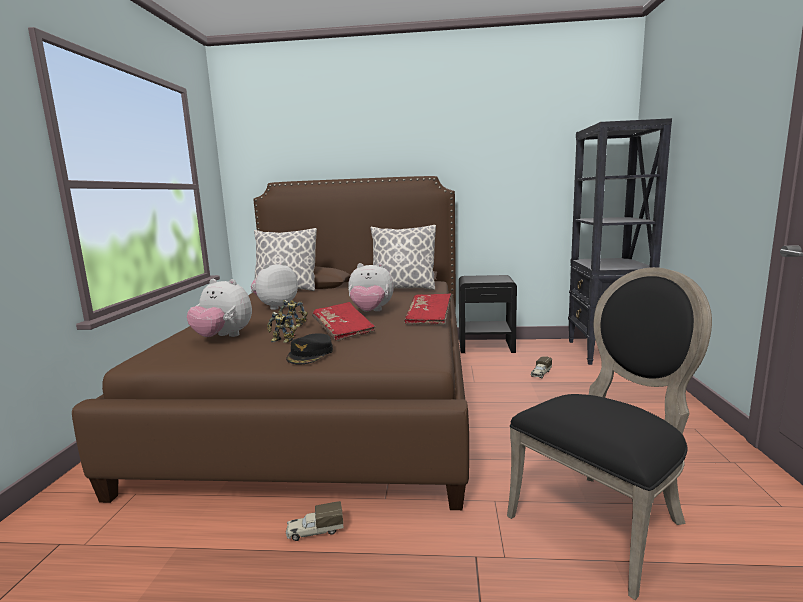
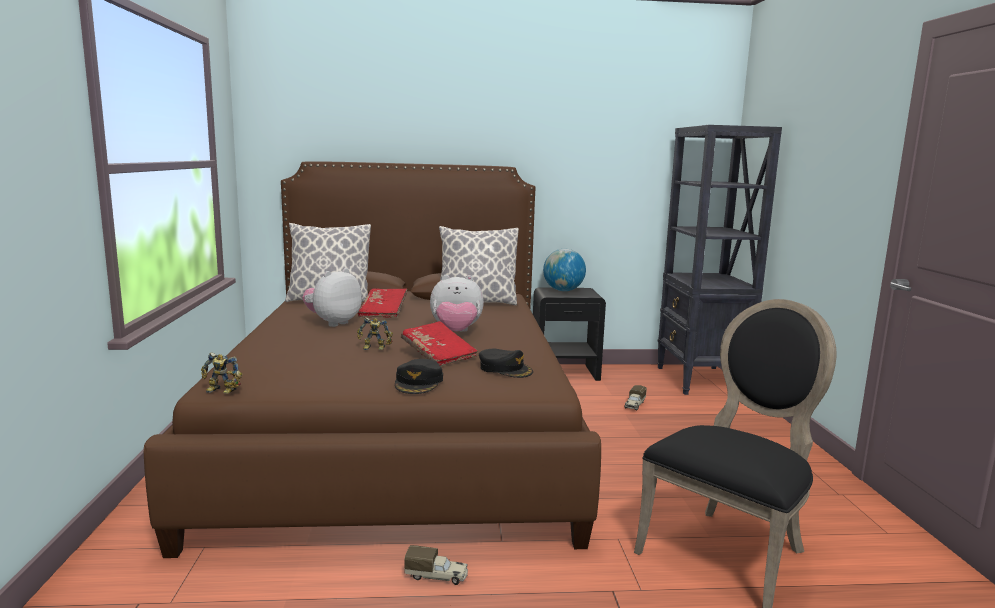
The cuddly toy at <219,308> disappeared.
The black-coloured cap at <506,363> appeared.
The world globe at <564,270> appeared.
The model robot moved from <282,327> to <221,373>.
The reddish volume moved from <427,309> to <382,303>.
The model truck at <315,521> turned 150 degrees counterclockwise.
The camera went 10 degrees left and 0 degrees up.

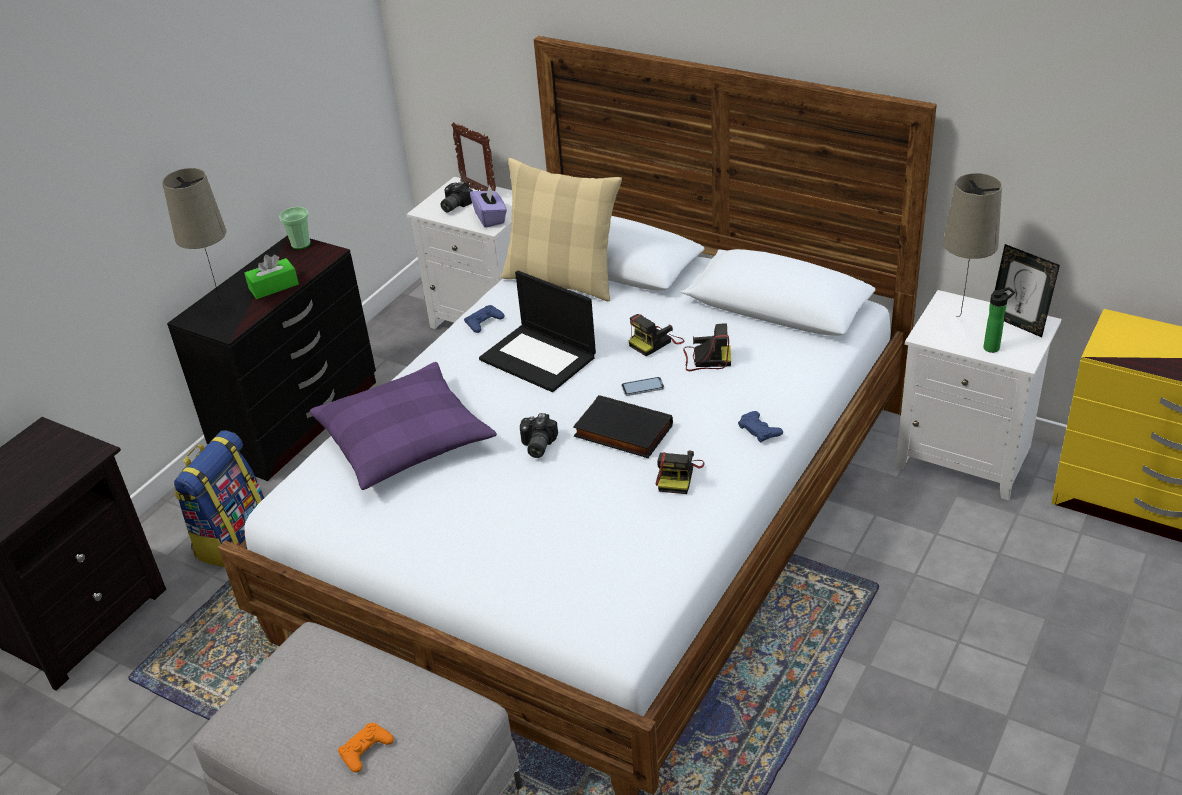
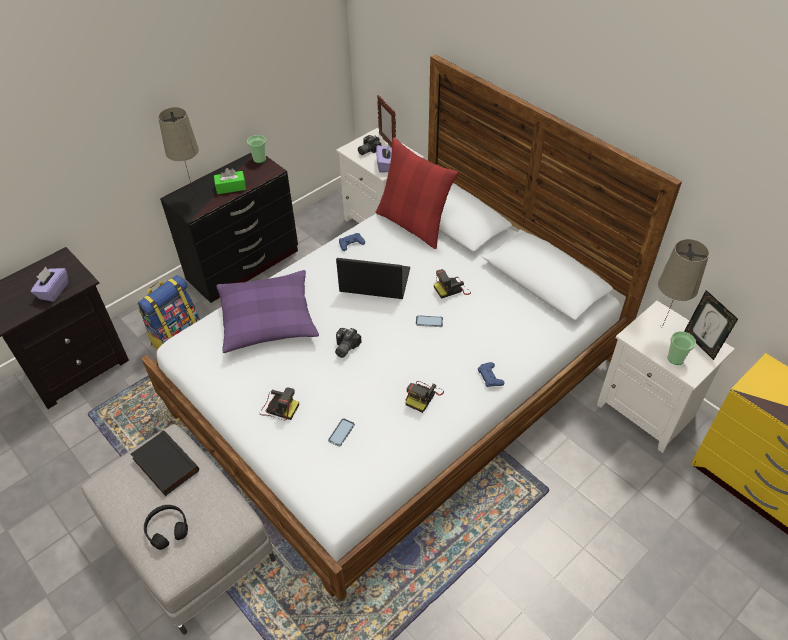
The purple-coloured box of tissues at <49,284> appeared.
The handset at <341,432> appeared.
The black-coloured volume moved from <623,426> to <165,463>.
The still camera moved from <707,347> to <279,403>.
The orangey gamepad at <366,748> was replaced by the black-coloured headphones at <166,527>.
The bottle at <999,320> was replaced by the drinking cup at <682,348>.
The sand-coloured throw pillow at <561,229> became the reddish throw pillow at <417,193>.
The portable computer at <537,331> turned 135 degrees clockwise.
The camera went 15 degrees right and 10 degrees up.

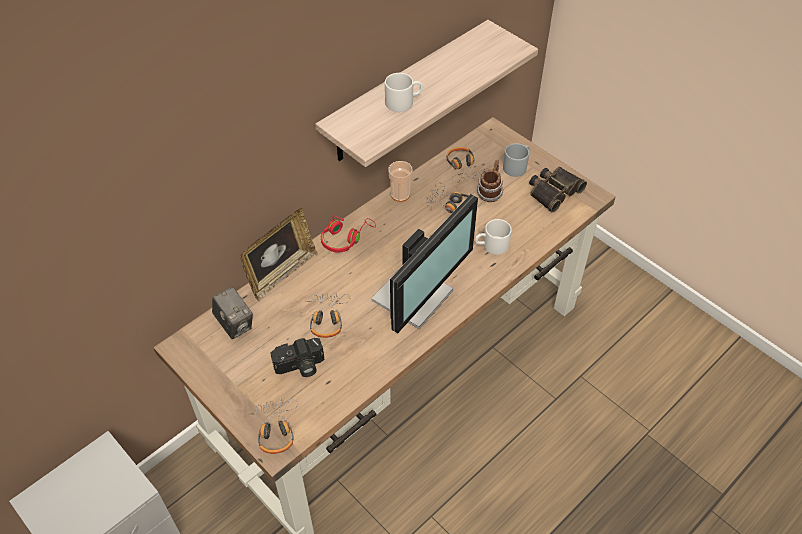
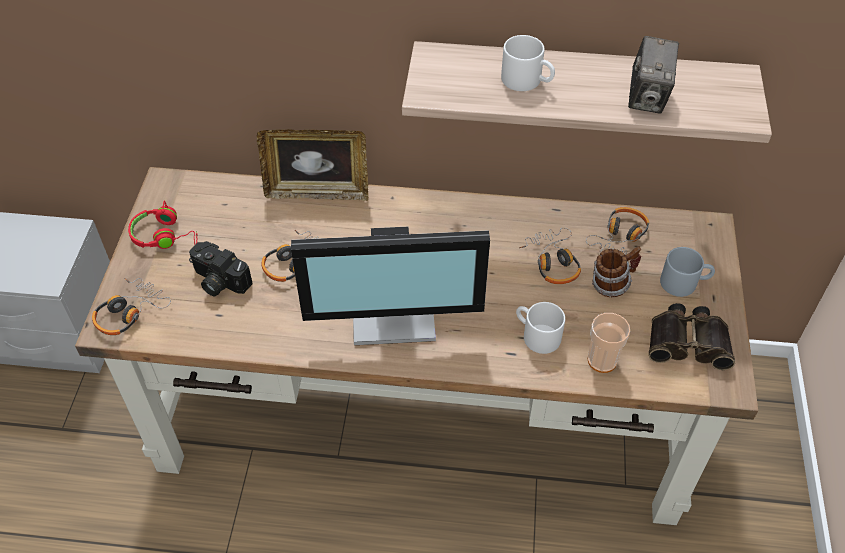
The still camera moved from <232,313> to <653,74>.
The reddish headphones moved from <348,234> to <163,224>.
The drinking cup moved from <400,181> to <609,343>.
The camera went 50 degrees right and 0 degrees up.

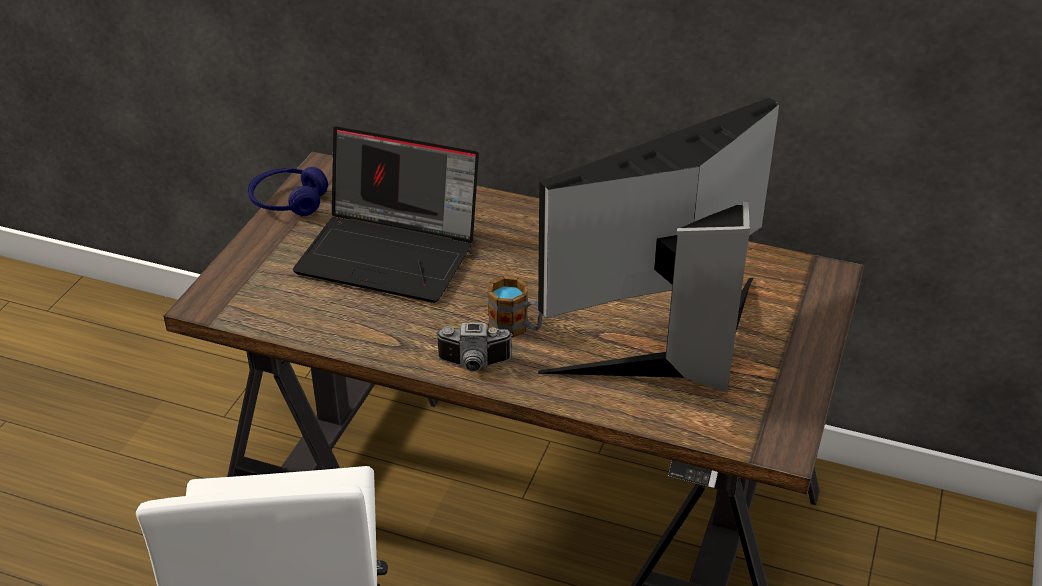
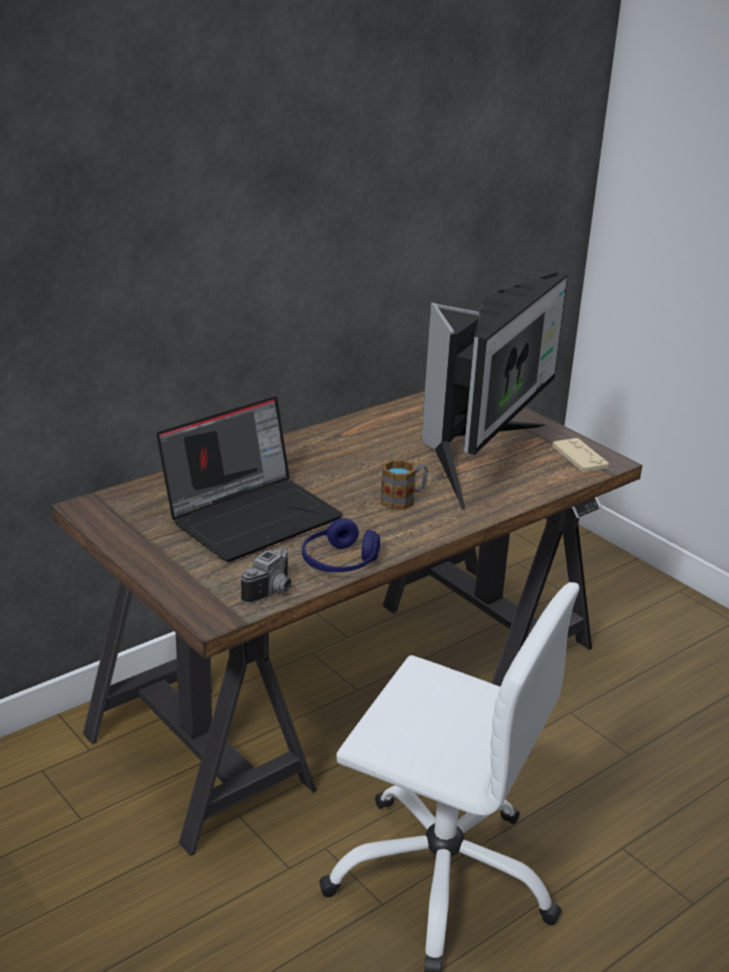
The sand-coloured gamepad at <580,455> appeared.
The bluish headphones moved from <288,191> to <341,545>.
The still camera moved from <474,347> to <266,575>.
The monitor at <658,245> turned 150 degrees counterclockwise.
The camera went 60 degrees left and 10 degrees down.

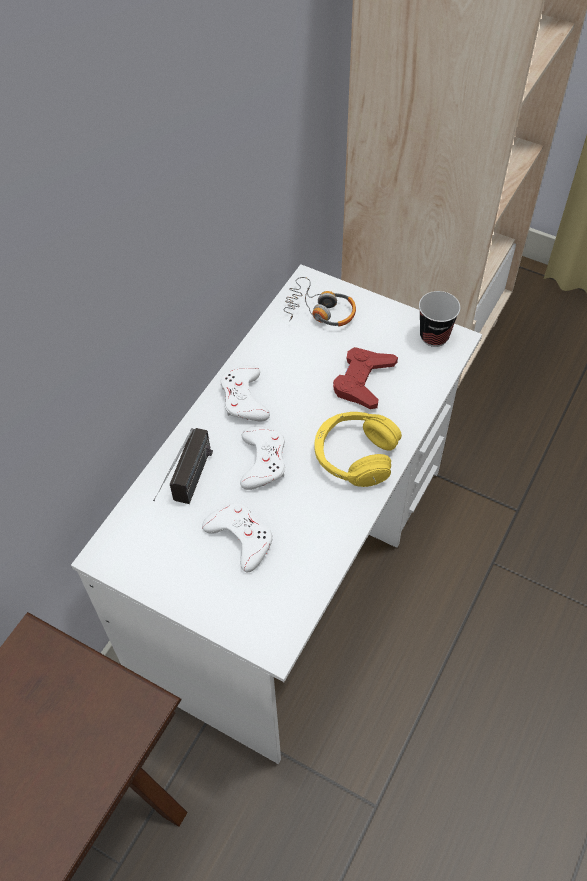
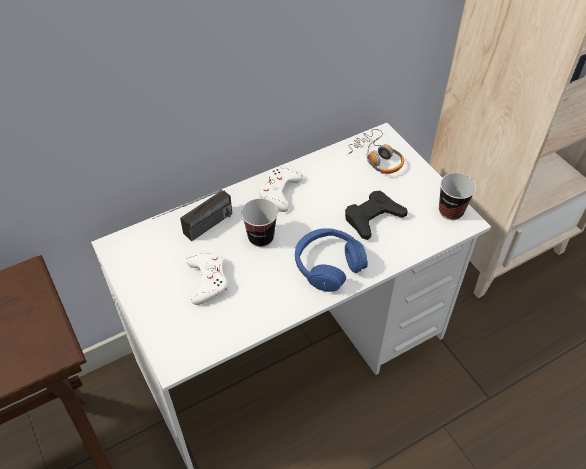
The white-coloured gamepad at <262,458> was replaced by the drinking cup at <259,222>.
The yellow-coloured headphones at <358,449> became the bluish headphones at <331,260>.
The reddish gamepad at <365,378> became the black-coloured gamepad at <376,215>.
The camera went 30 degrees right and 5 degrees down.

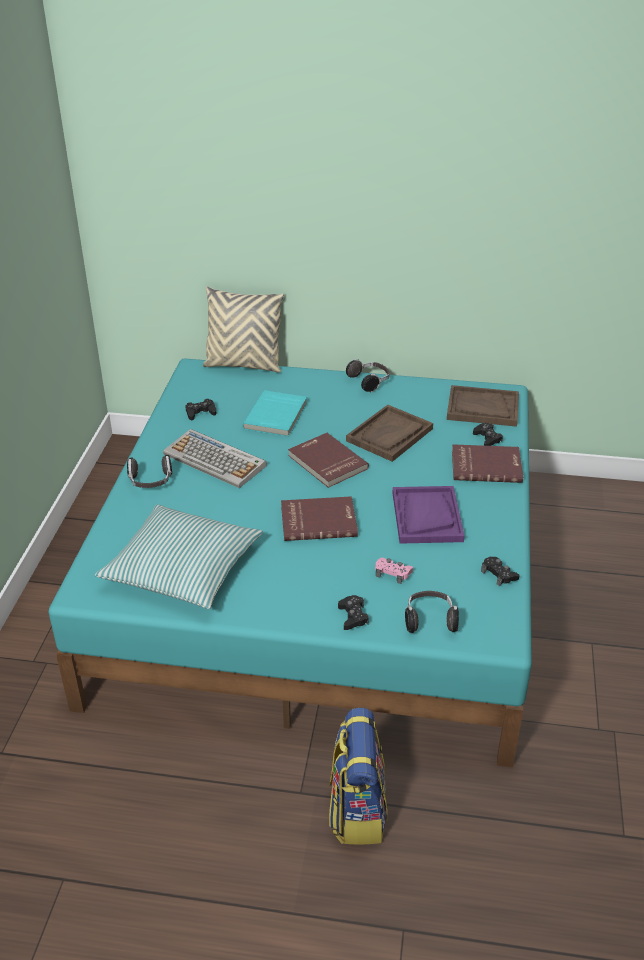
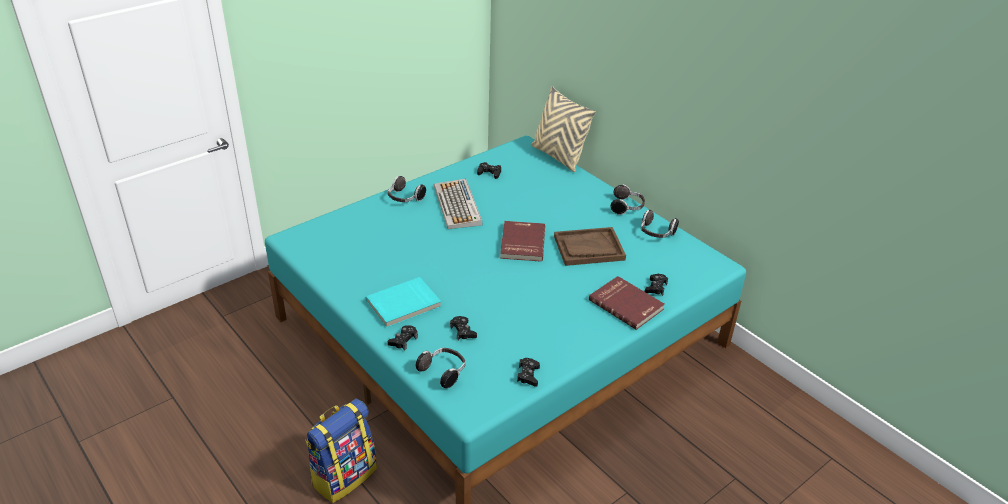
The throw pillow at <179,557> disappeared.
The reddish volume at <319,518> disappeared.
The purple-coloured tray at <429,515> disappeared.
The brown-coloured tray at <483,406> disappeared.
The headphones at <660,224> appeared.
The turquoise-coloured volume moved from <274,413> to <403,302>.
The pink gamepad at <394,571> became the black-coloured gamepad at <463,328>.
The camera went 40 degrees right and 0 degrees up.

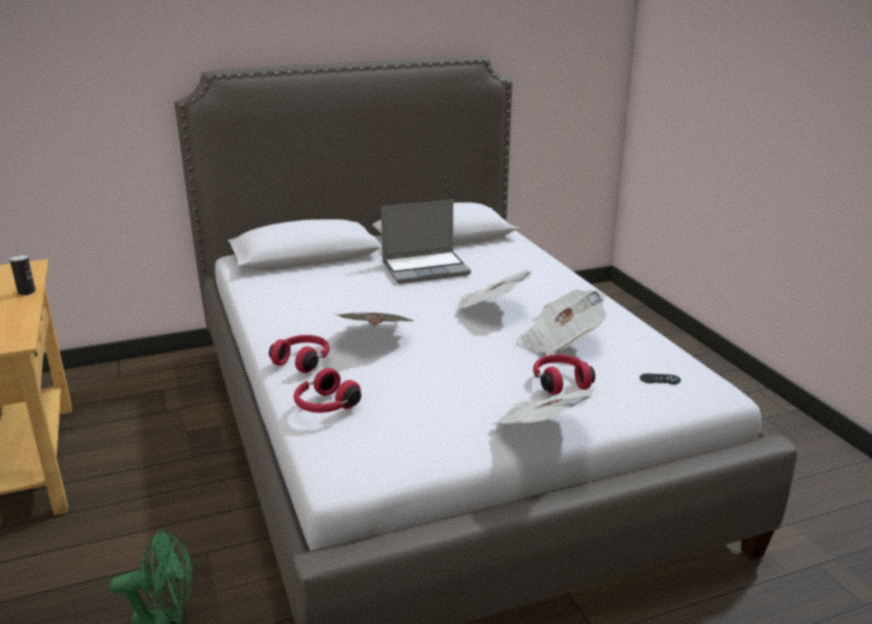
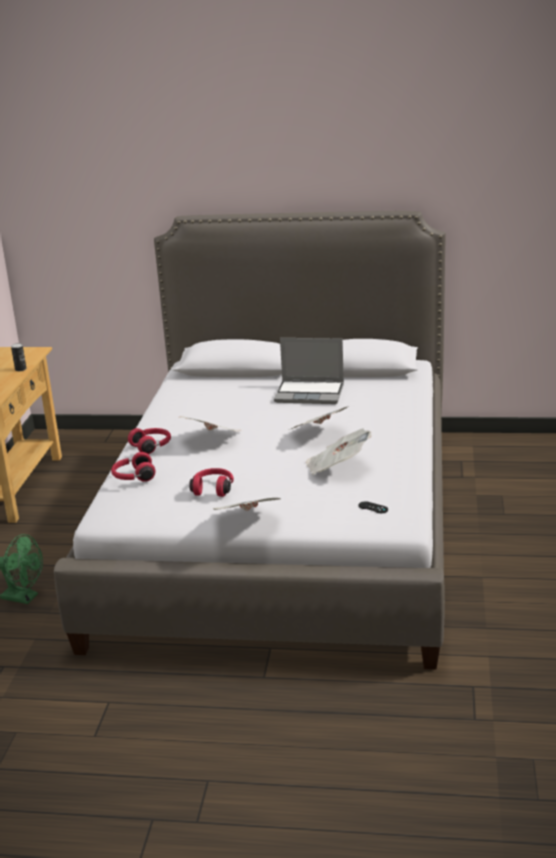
The reddish headphones moved from <564,375> to <211,482>.
The camera went 30 degrees right and 0 degrees up.

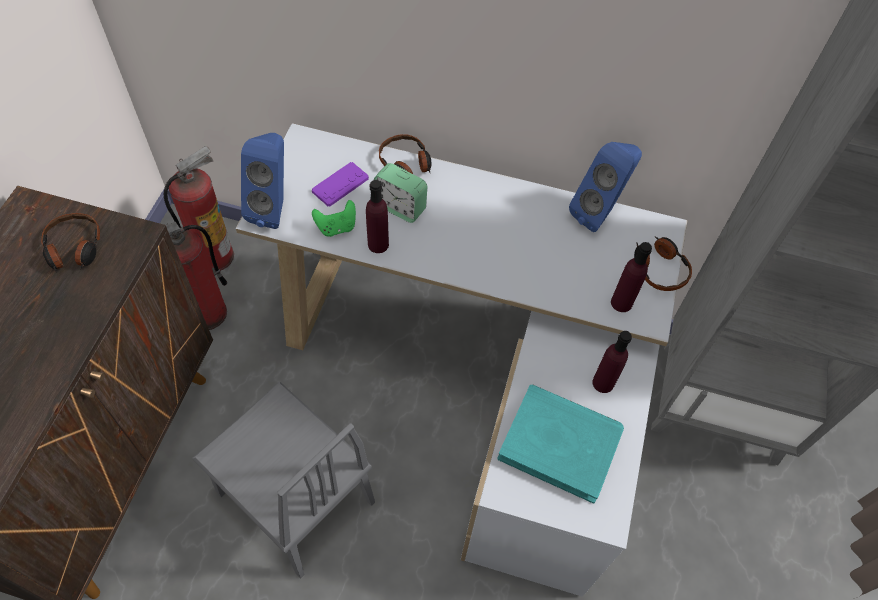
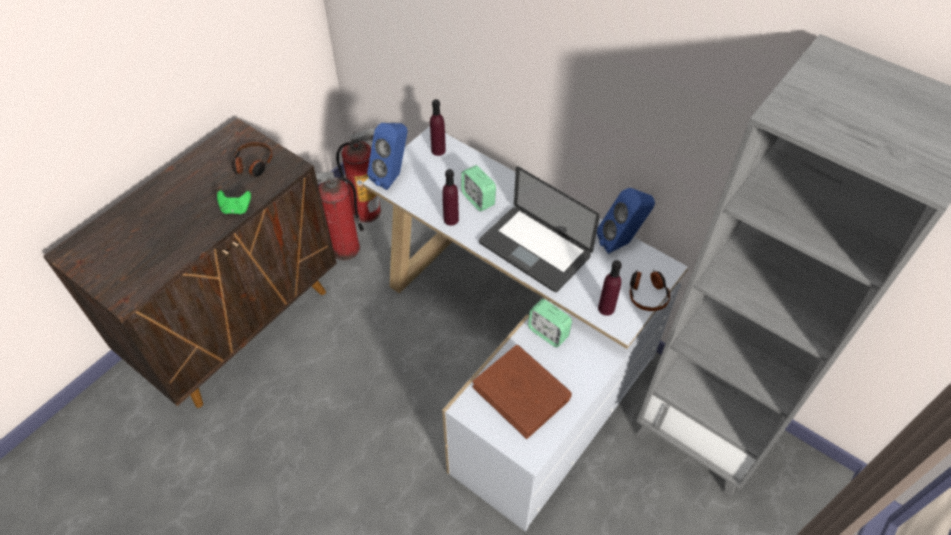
The gray chair at <283,480> disappeared.
The purple-coloured gamepad at <340,184> disappeared.
The headphones at <405,154> disappeared.
The portable computer at <539,229> appeared.
The table clock at <550,323> appeared.
The greenish gamepad moved from <334,218> to <234,202>.
The purple-coloured bottle moved from <612,362> to <438,127>.
The turquoise-coloured volume at <560,443> became the brown-coloured volume at <522,392>.
The camera went 25 degrees right and 5 degrees down.

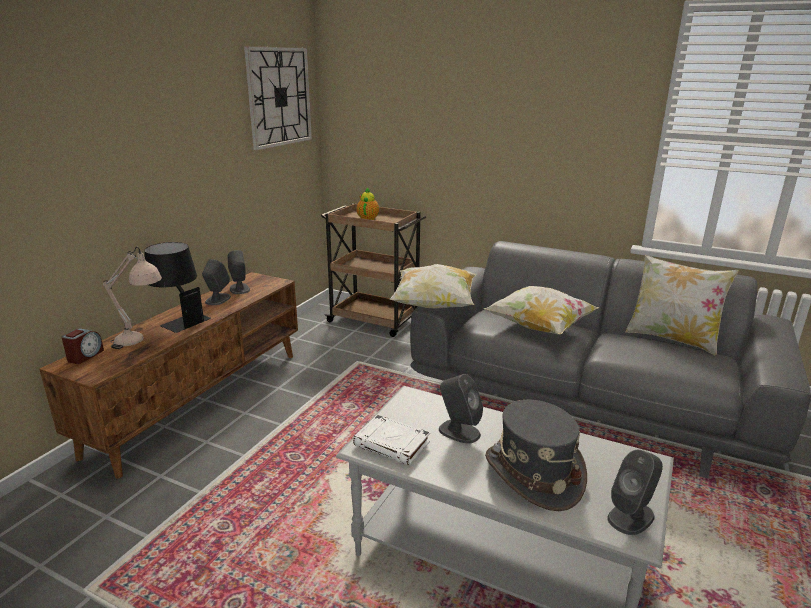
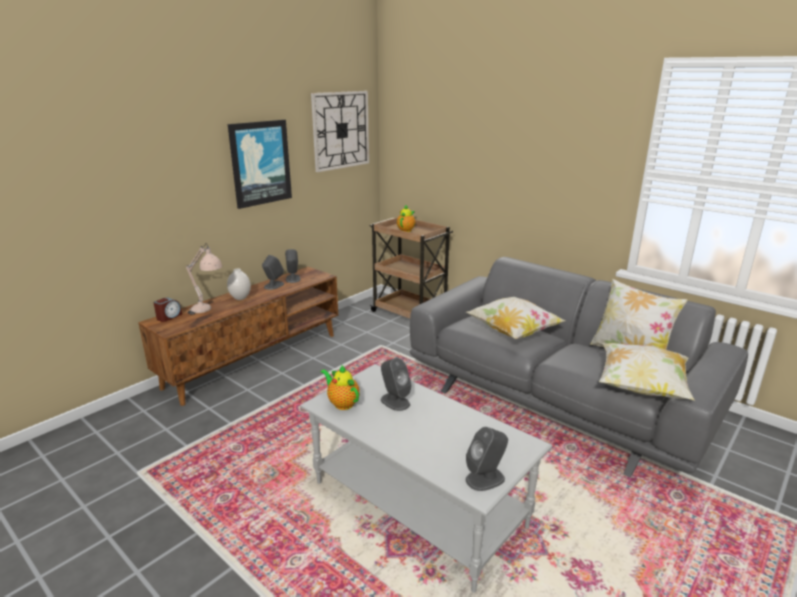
The gray wearable hat at <536,455> disappeared.
The picture at <260,164> appeared.
The throw pillow moved from <432,286> to <647,372>.
The black-coloured tabletop lamp at <177,287> was replaced by the white-coloured decorative vase at <239,284>.
The white-coloured volume at <391,440> was replaced by the pot for tea at <340,388>.
The camera went 15 degrees right and 0 degrees up.

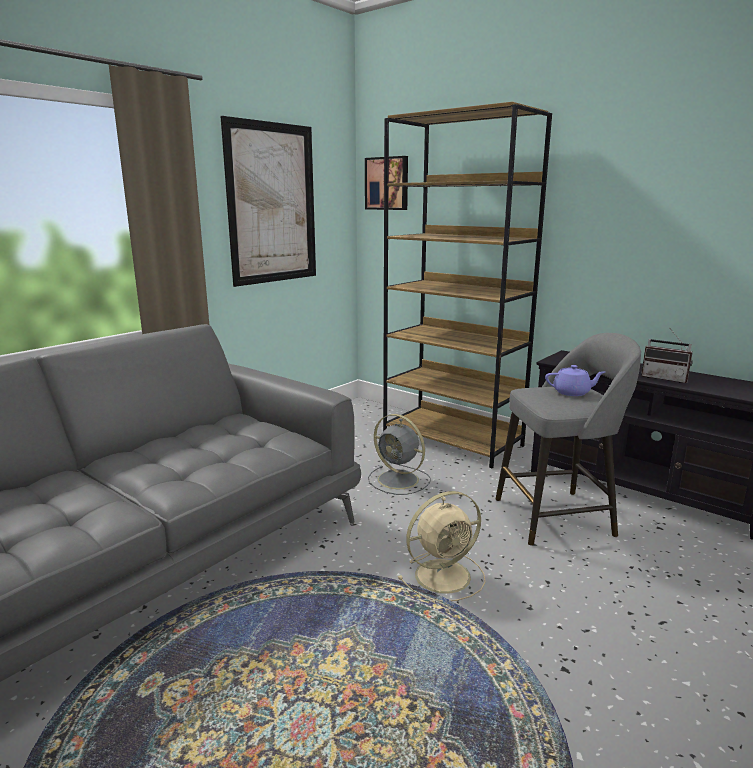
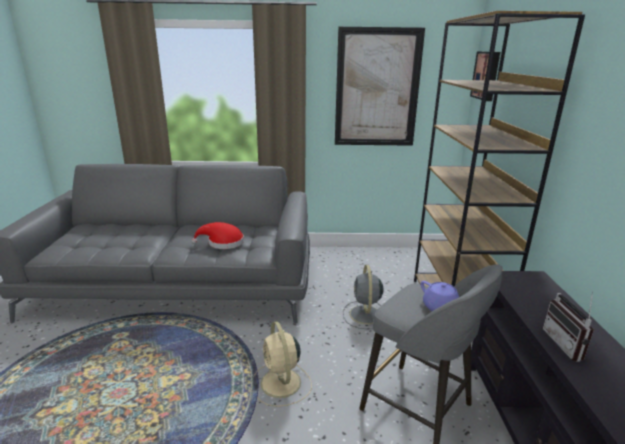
The reddish wearable hat at <218,235> appeared.
The sand-coloured electric fan at <442,546> turned 45 degrees clockwise.
The camera went 50 degrees right and 5 degrees up.

